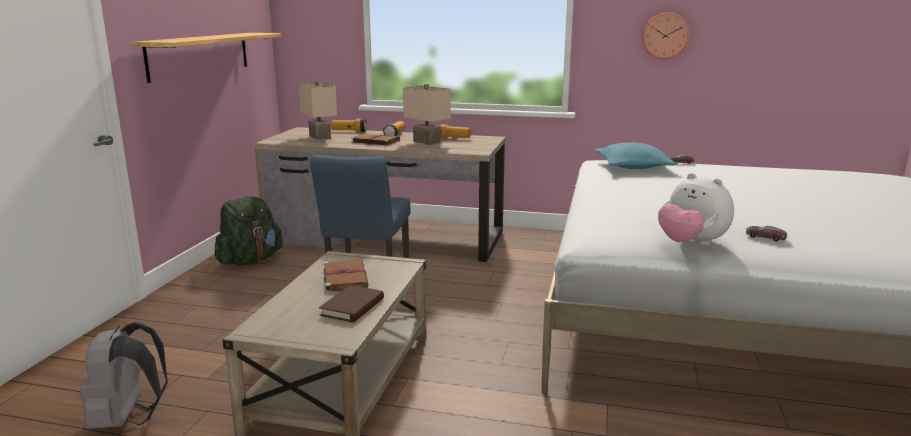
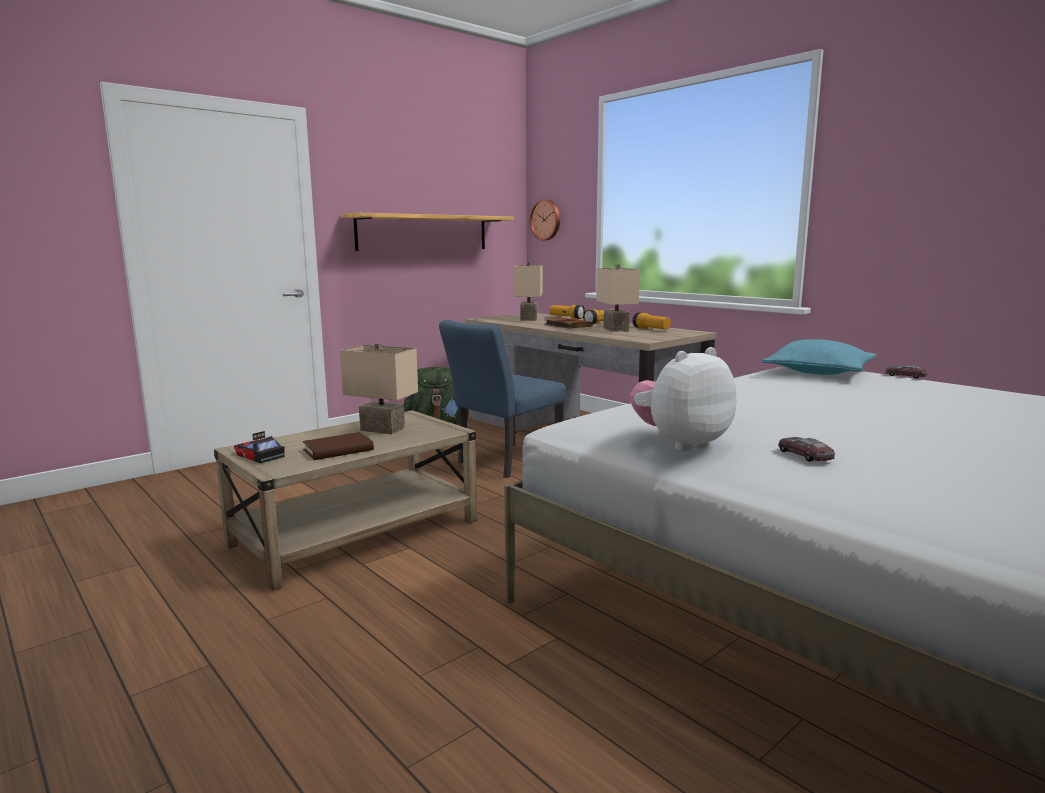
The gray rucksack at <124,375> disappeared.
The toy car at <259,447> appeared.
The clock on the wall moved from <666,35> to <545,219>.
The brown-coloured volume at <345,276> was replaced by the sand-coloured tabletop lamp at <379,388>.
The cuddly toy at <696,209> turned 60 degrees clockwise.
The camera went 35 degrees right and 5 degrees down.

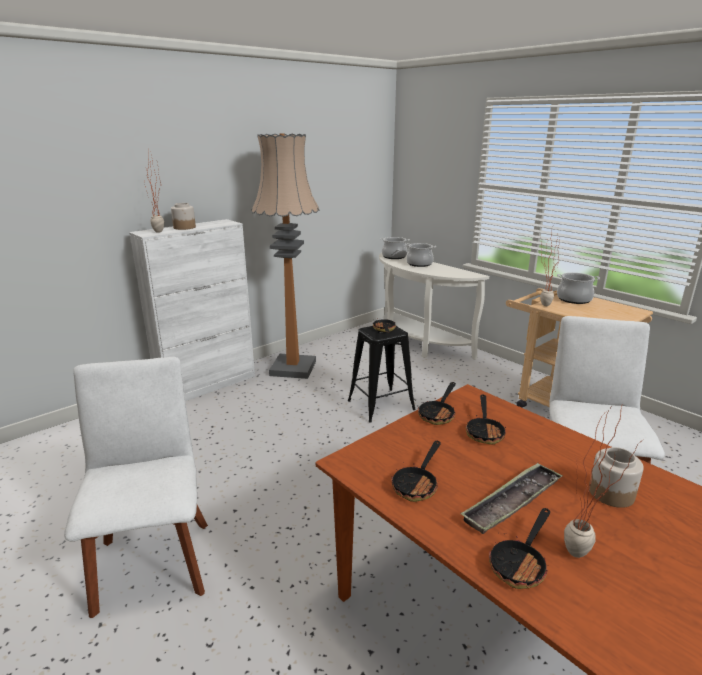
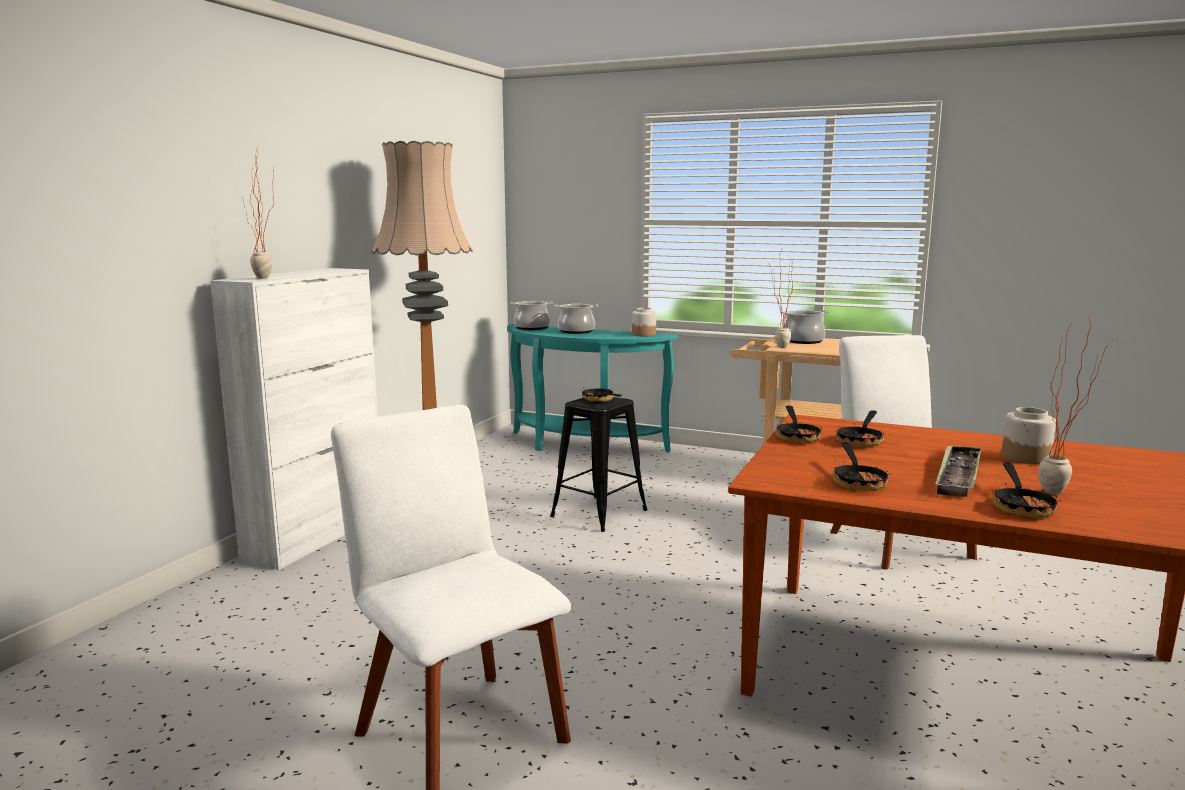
The storage jar moved from <183,216> to <644,322>.
The white-coloured hall table at <434,306> became the turquoise-coloured hall table at <592,388>.
The frying pan at <486,419> turned 45 degrees clockwise.
The camera went 25 degrees left and 10 degrees down.

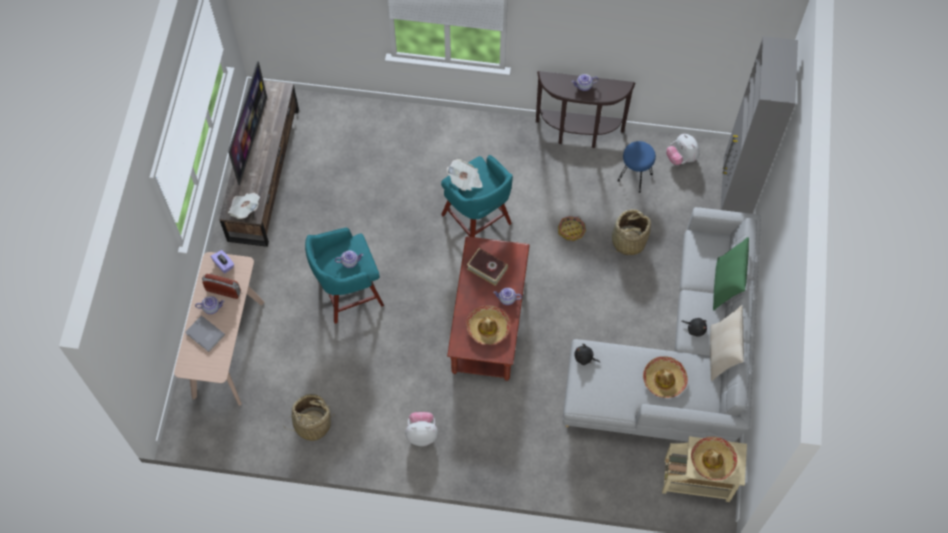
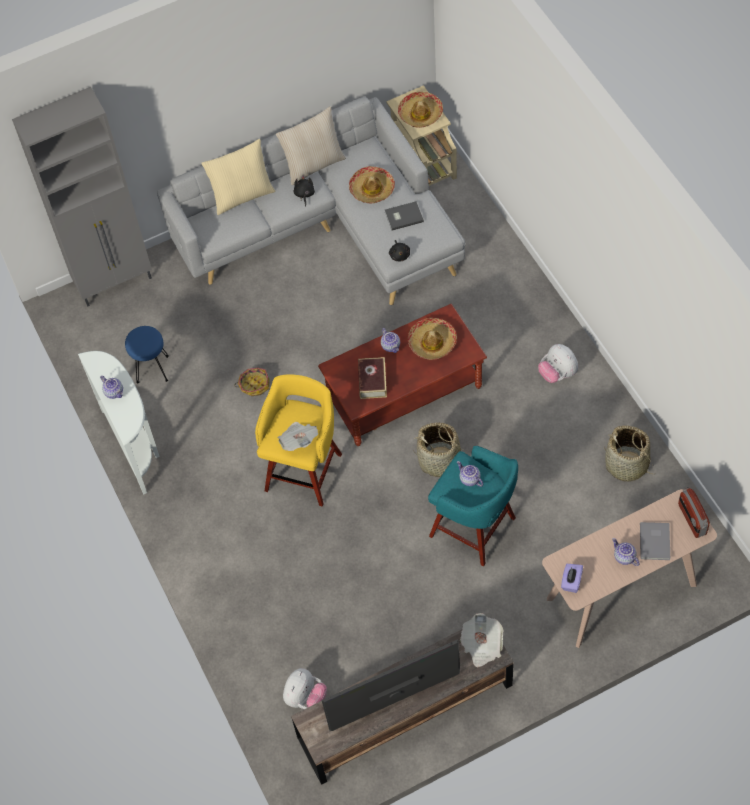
The gray volume at <404,216> appeared.
The radio receiver moved from <221,286> to <694,512>.
The basket moved from <631,232> to <438,449>.
The cuddly toy moved from <683,149> to <305,688>.
The turquoise-coloured stool seat at <477,196> became the yellow-coloured stool seat at <298,440>.
The brown-coloured hall table at <585,109> became the white-coloured hall table at <119,423>.
The greenish throw pillow at <731,273> became the sand-coloured throw pillow at <238,177>.
The camera went 120 degrees left and 5 degrees down.

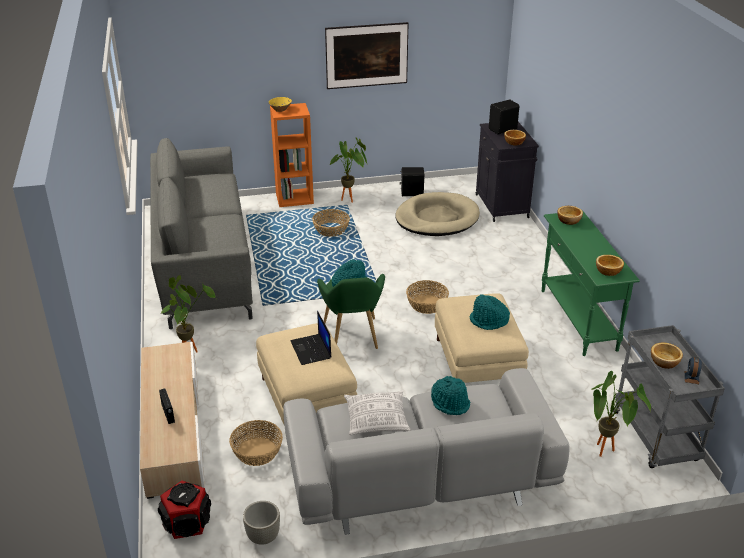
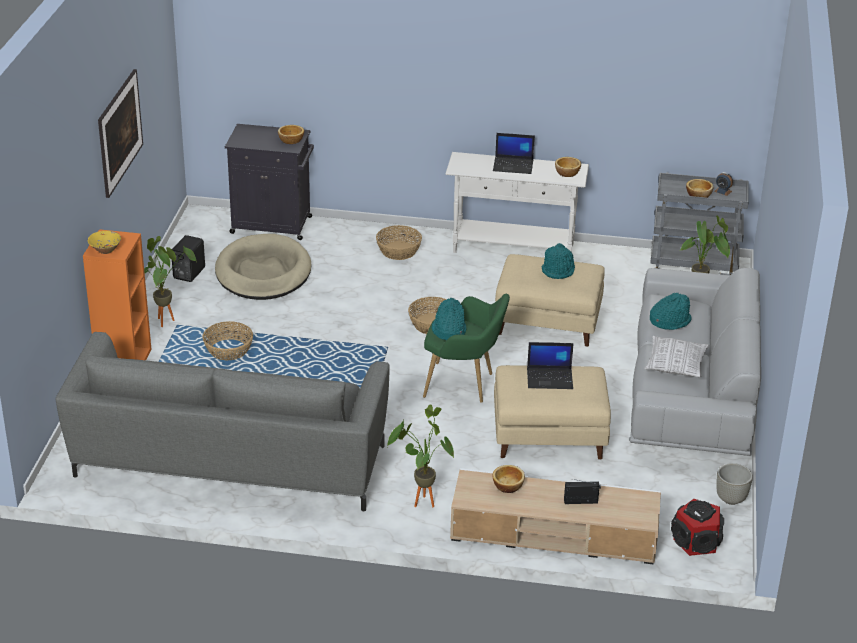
The black-coloured loudspeaker at <504,117> disappeared.
The portable computer at <514,153> appeared.
The basket moved from <256,443> to <399,242>.
The serving bowl moved from <570,215> to <508,479>.
The greenish hall table at <591,283> became the white-coloured hall table at <517,202>.
The camera went 70 degrees left and 0 degrees up.

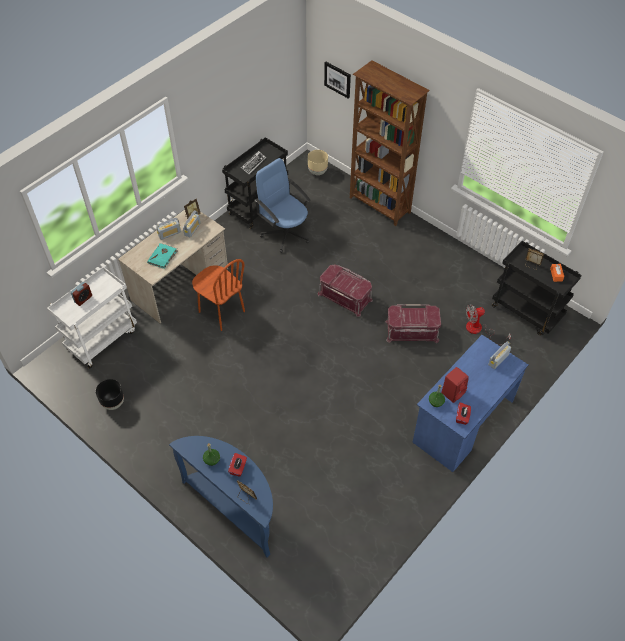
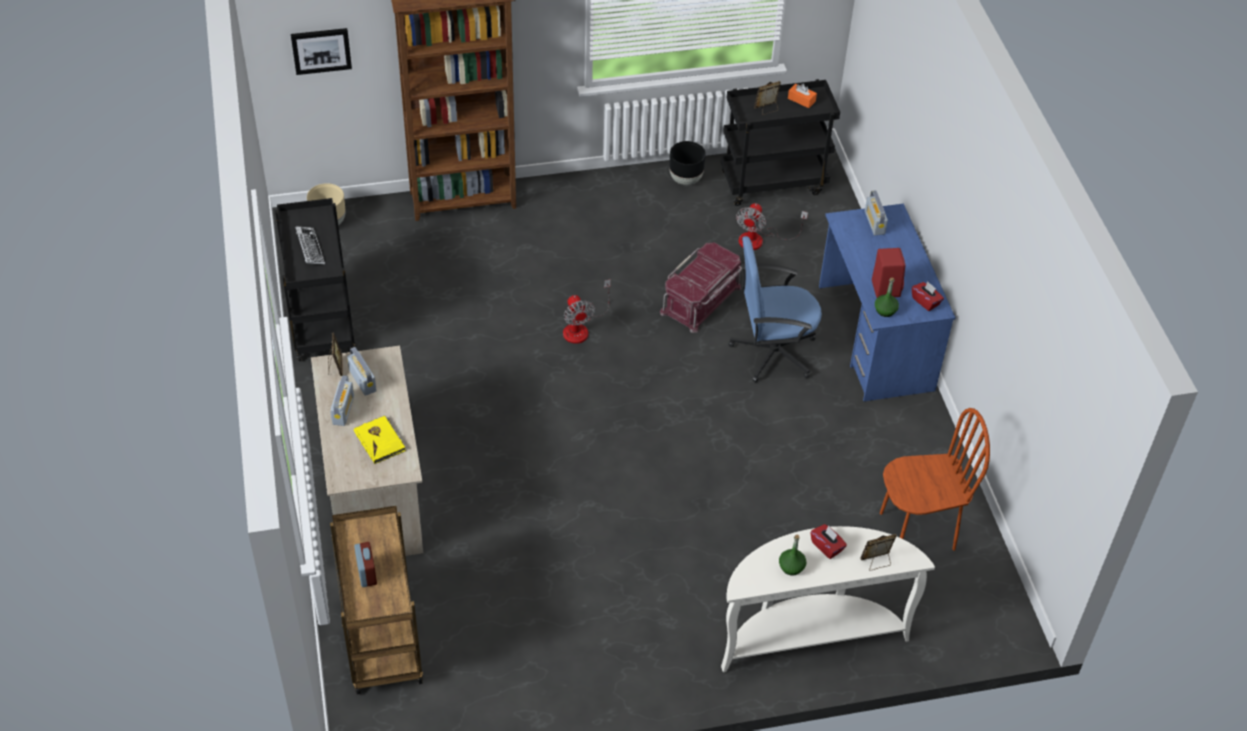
The black-coloured plant pot moved from <109,394> to <687,163>.
The brown-coloured chair moved from <218,295> to <935,479>.
The bluish office chair moved from <282,205> to <775,309>.
The reddish storage bin at <345,290> was replaced by the electric fan at <587,311>.
The white-coloured cart at <92,318> became the brown-coloured cart at <376,600>.
The turquoise-coloured volume at <162,256> became the yellow-coloured volume at <380,439>.
The bluish hall table at <221,496> became the white-coloured hall table at <828,599>.
The camera went 55 degrees left and 5 degrees down.

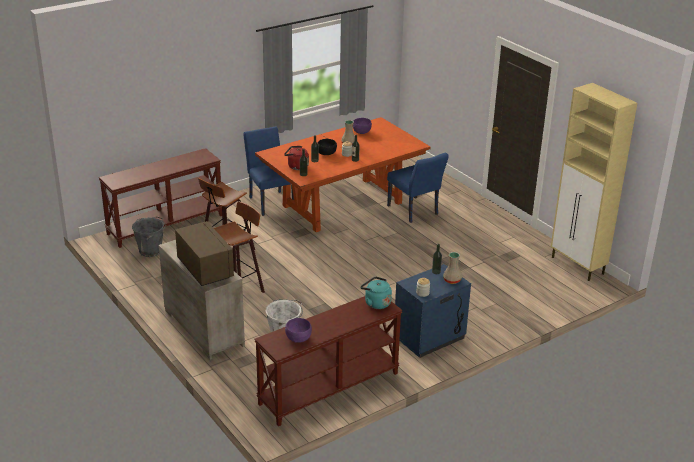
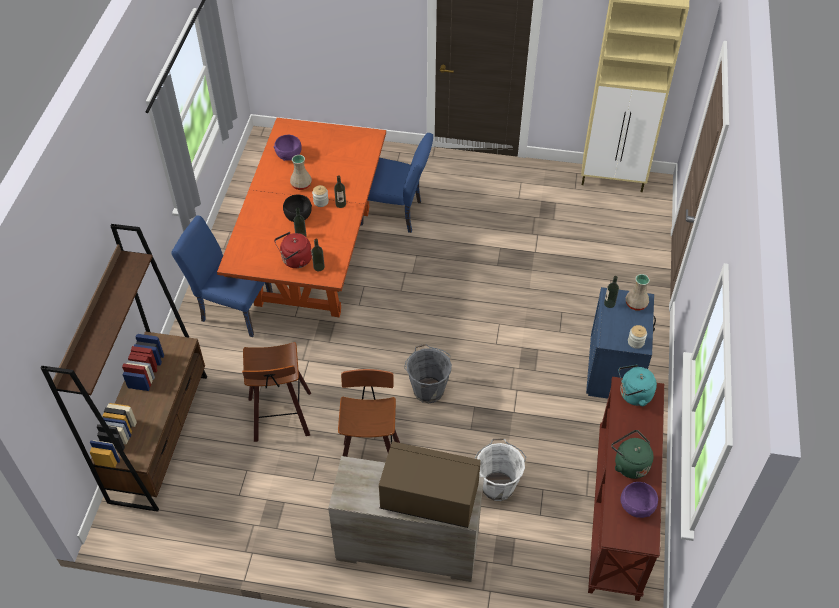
The greenish tea kettle at <632,454> appeared.
The gray pail moved from <149,236> to <428,373>.
The brown-coloured hall table at <160,198> was replaced by the brown-coloured bookcase at <124,368>.
The camera went 45 degrees left and 20 degrees up.

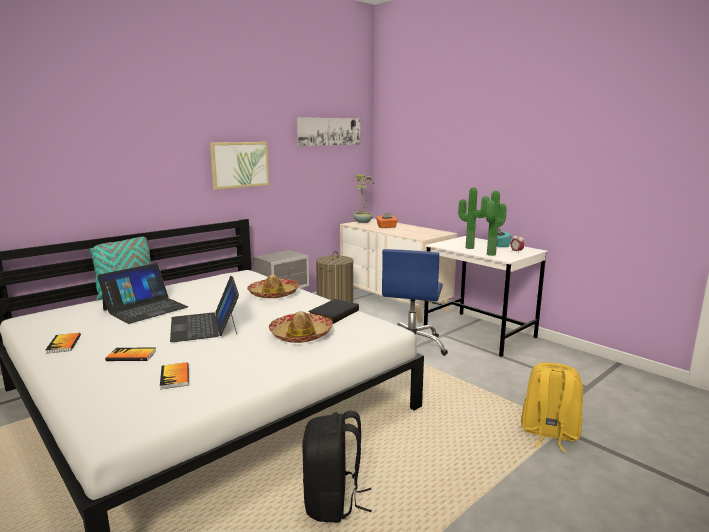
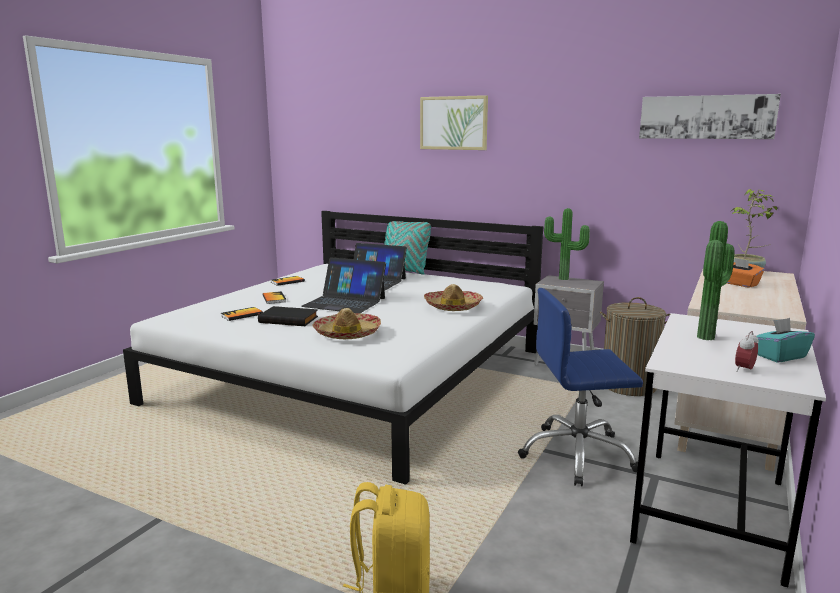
The black-coloured rucksack at <337,467> disappeared.
The picture moved from <239,166> to <454,122>.
The black-coloured volume moved from <333,311> to <288,316>.
The houseplant moved from <496,223> to <567,244>.
The portable computer at <204,309> turned 120 degrees counterclockwise.
The camera went 70 degrees right and 0 degrees up.

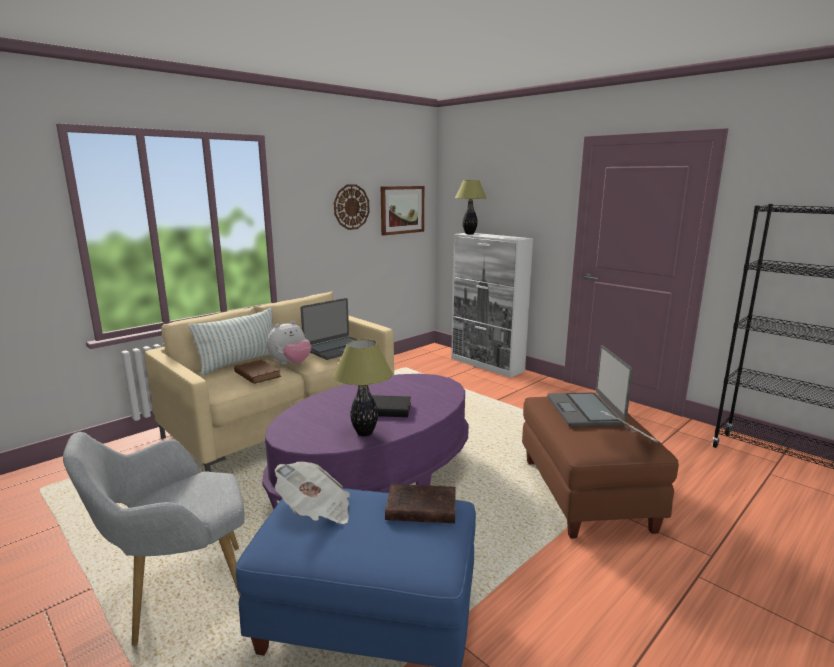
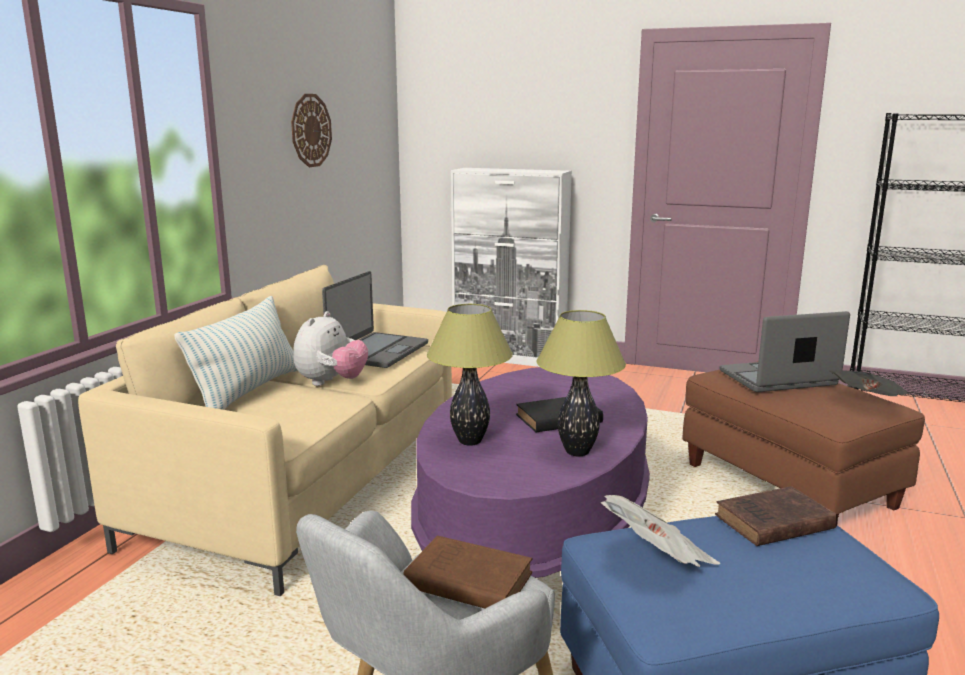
The picture at <402,211> disappeared.
The brown-coloured volume moved from <257,372> to <467,572>.
The tabletop lamp moved from <470,207> to <470,375>.
The portable computer at <590,386> turned 105 degrees clockwise.
The camera went 25 degrees left and 0 degrees up.

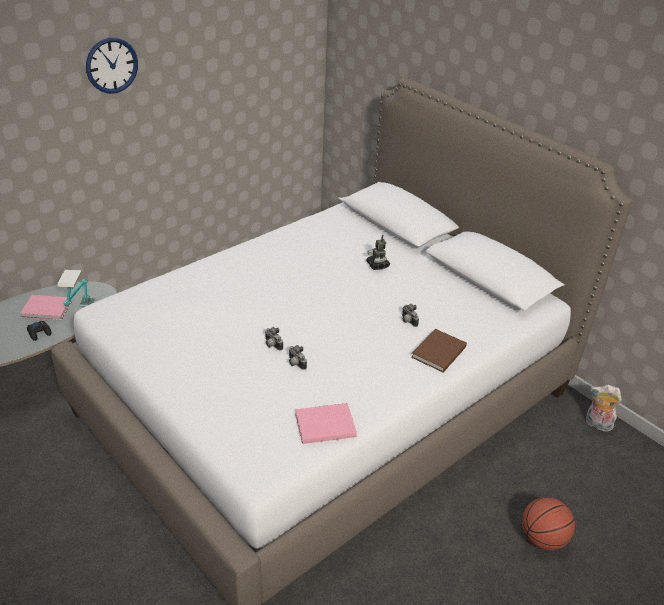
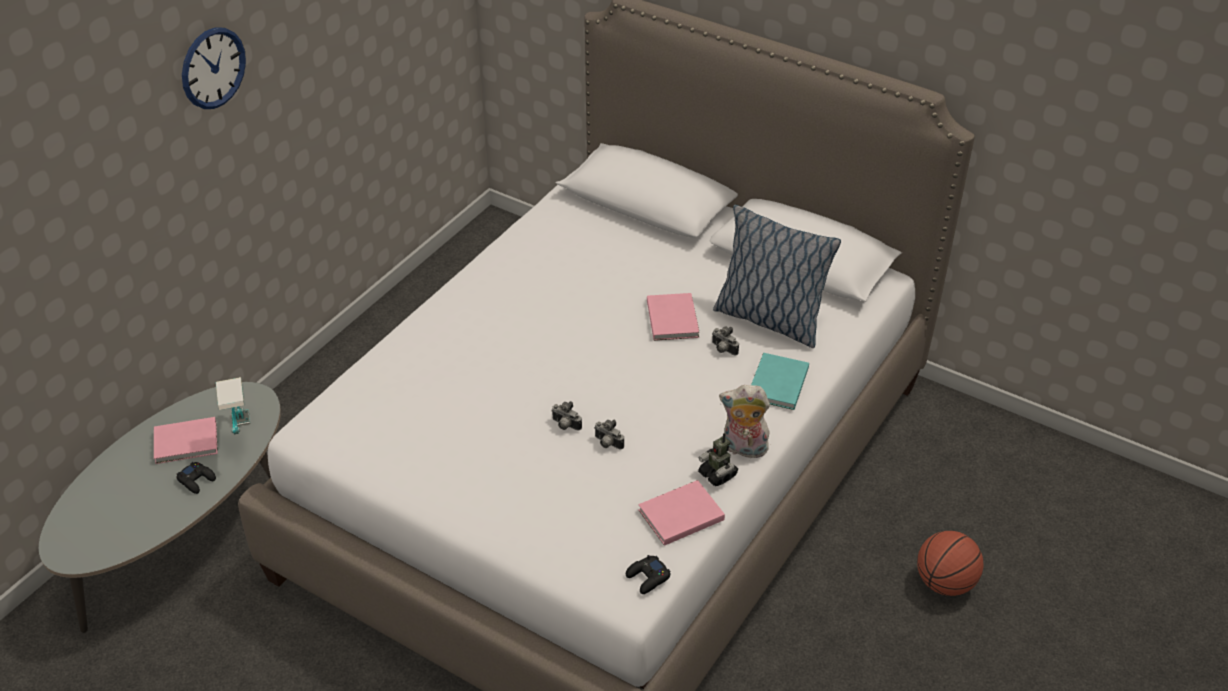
The black-coloured gamepad at <648,574> appeared.
The pink volume at <673,317> appeared.
The throw pillow at <777,276> appeared.
The model robot moved from <378,252> to <718,459>.
The cuddly toy moved from <604,408> to <745,421>.
The brown-coloured volume at <439,351> became the turquoise-coloured volume at <780,381>.
The camera went 15 degrees left and 5 degrees up.

